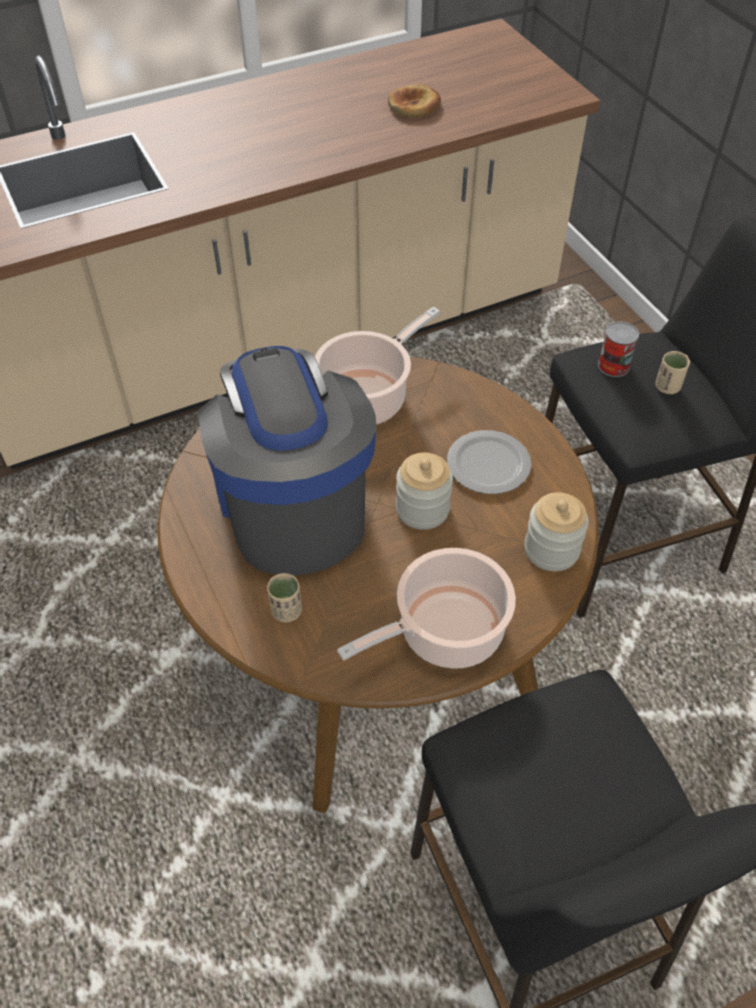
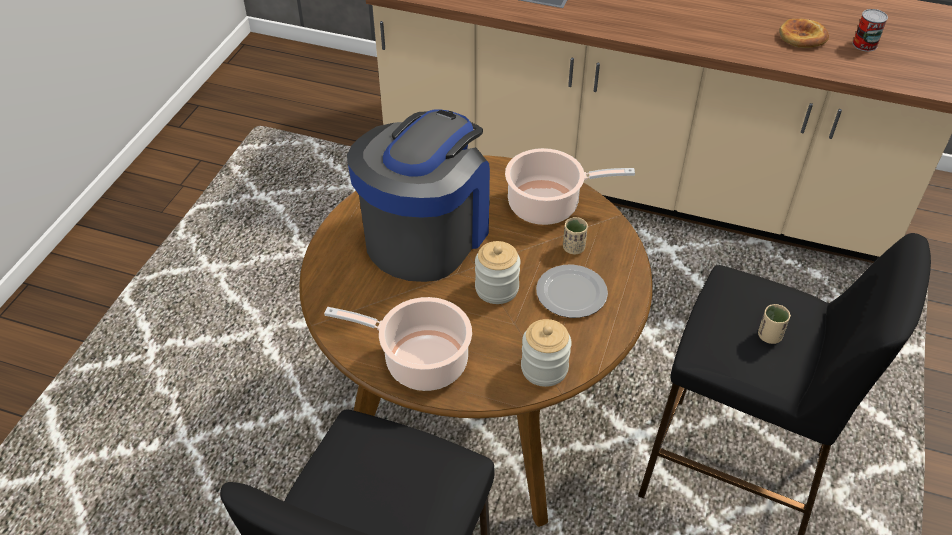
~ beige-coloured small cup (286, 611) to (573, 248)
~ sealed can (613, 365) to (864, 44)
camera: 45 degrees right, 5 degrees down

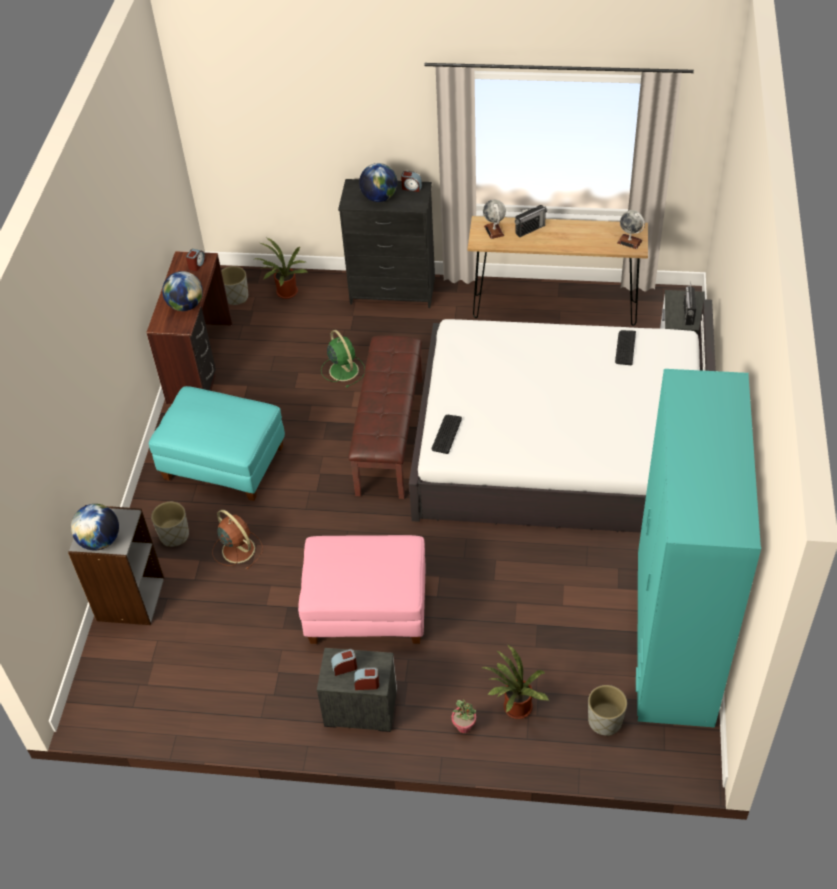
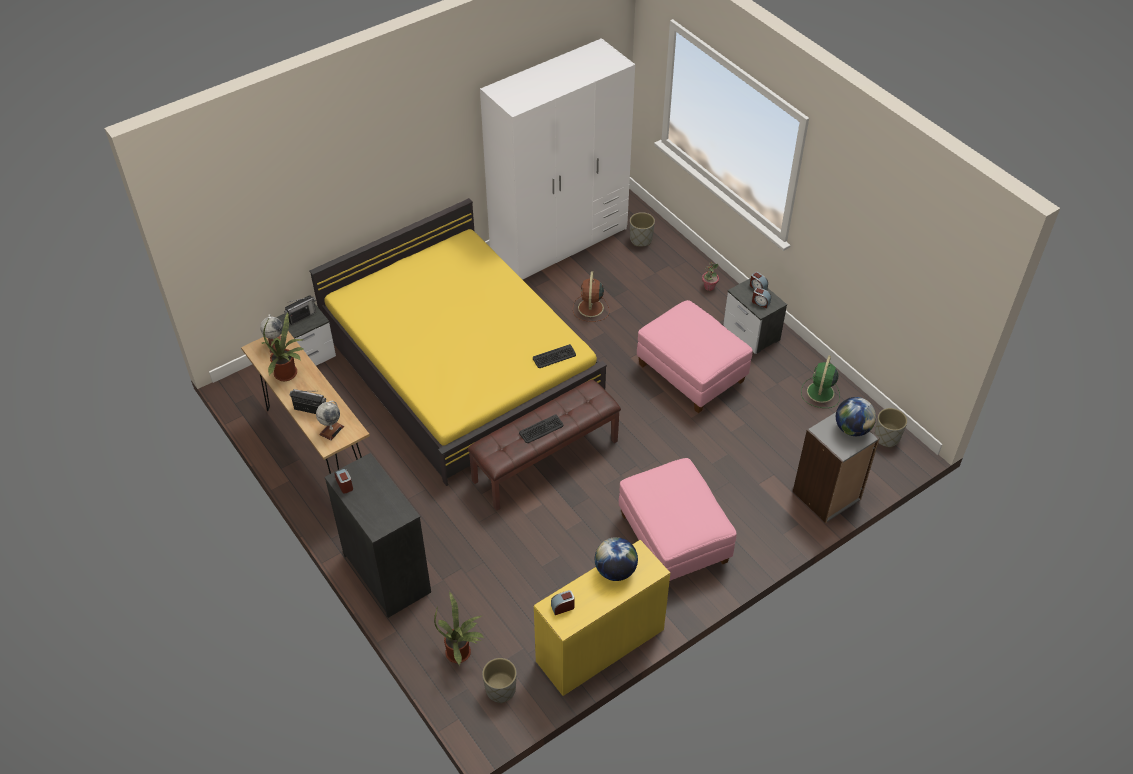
~ plant in a pot (515, 709) to (288, 374)
~ white-coloured bedroom bed (562, 445) to yellowish bedroom bed (460, 365)
~ turquoise-coloured armoire (673, 639) to white-coloured armoire (559, 241)
~ computer keyboard (625, 348) to (541, 429)
~ brownish desk unit (201, 363) to yellowish desk unit (599, 645)
~ brownish cooling fan (237, 549) to (590, 309)
~ turquoise-coloured ottoman (223, 463) to pink ottoman (674, 539)
~ green-coloured cooling fan (343, 369) to (820, 393)
~ greyish flower pot (174, 535) to (886, 438)
- globe (379, 197)
camera: 135 degrees left, 0 degrees up

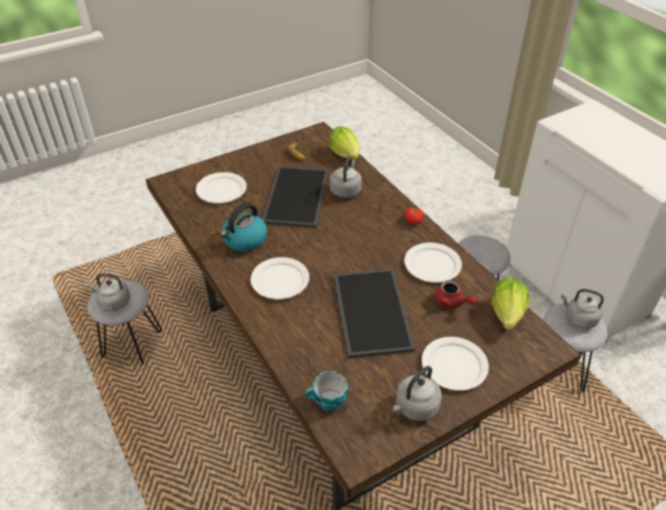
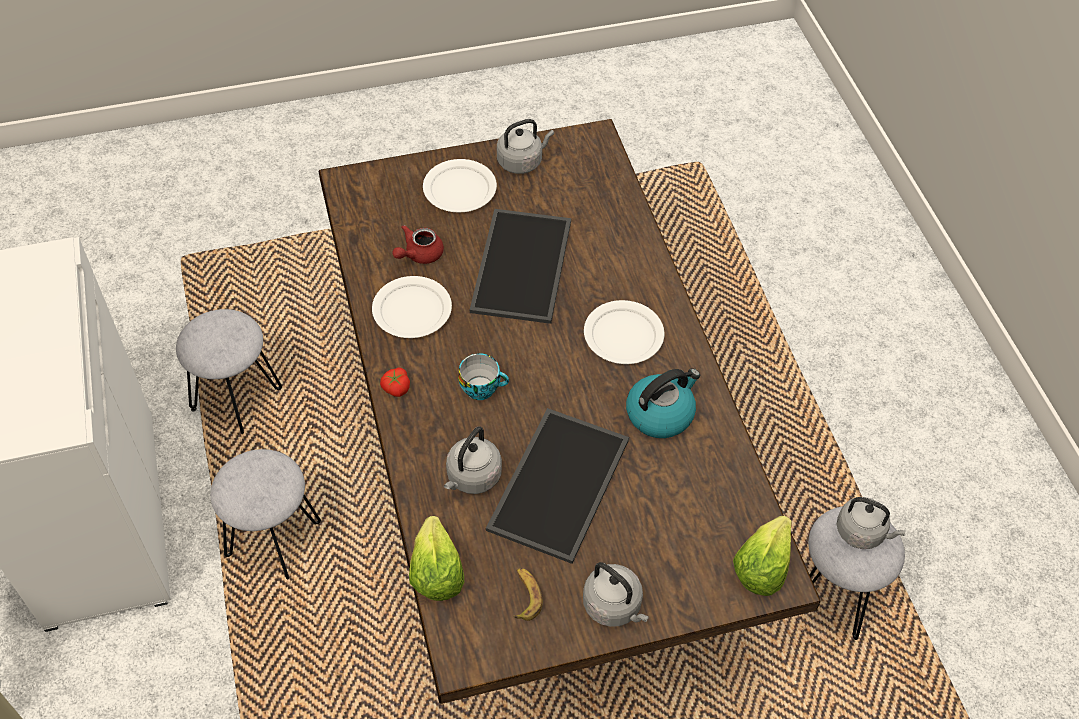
~ red-coloured tea pot (452, 302) = (419, 254) 105 degrees counterclockwise
~ small cup (328, 401) to (482, 388)
~ greyish tea kettle (579, 318) to (614, 606)
~ lettuce (508, 313) to (761, 566)
- white-coloured plate (221, 190)
camera: 165 degrees left, 10 degrees up

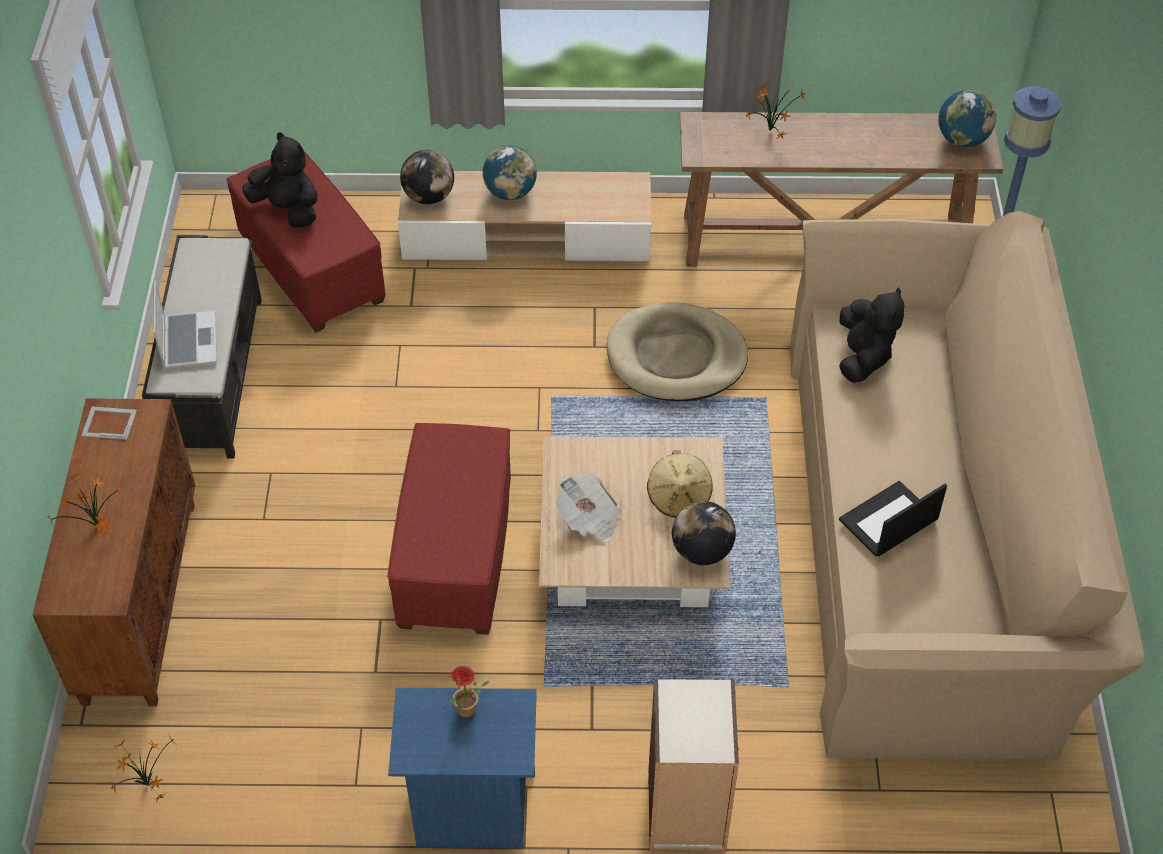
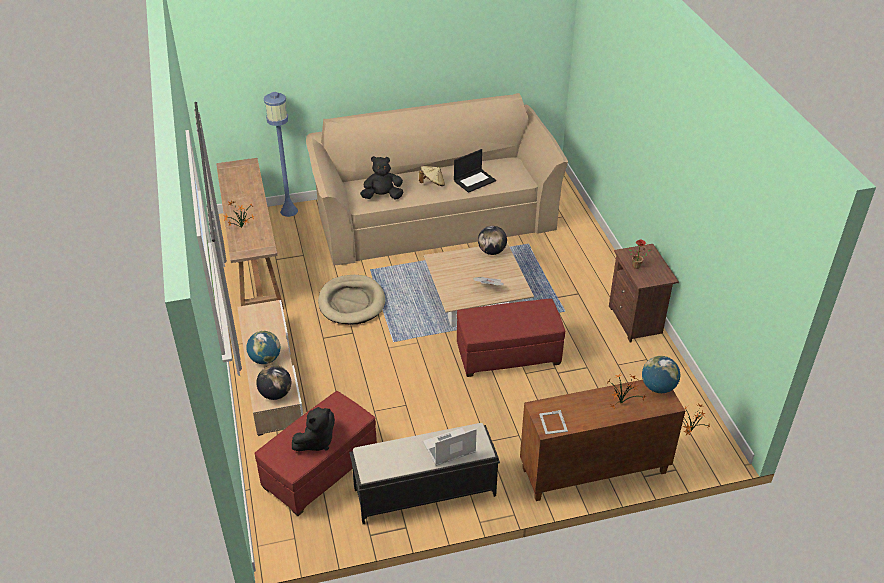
~ black-coloured plush toy (288, 209) = (316, 441) 150 degrees counterclockwise
~ beige-coloured clothing hat (679, 497) to (432, 183)
~ notebook computer (888, 521) = (474, 180) 75 degrees counterclockwise
~ blue-coloured nightstand (470, 811) to brownish nightstand (636, 321)
~ globe (962, 140) to (658, 387)
- bookcase (686, 811)
camera: 105 degrees left, 10 degrees down

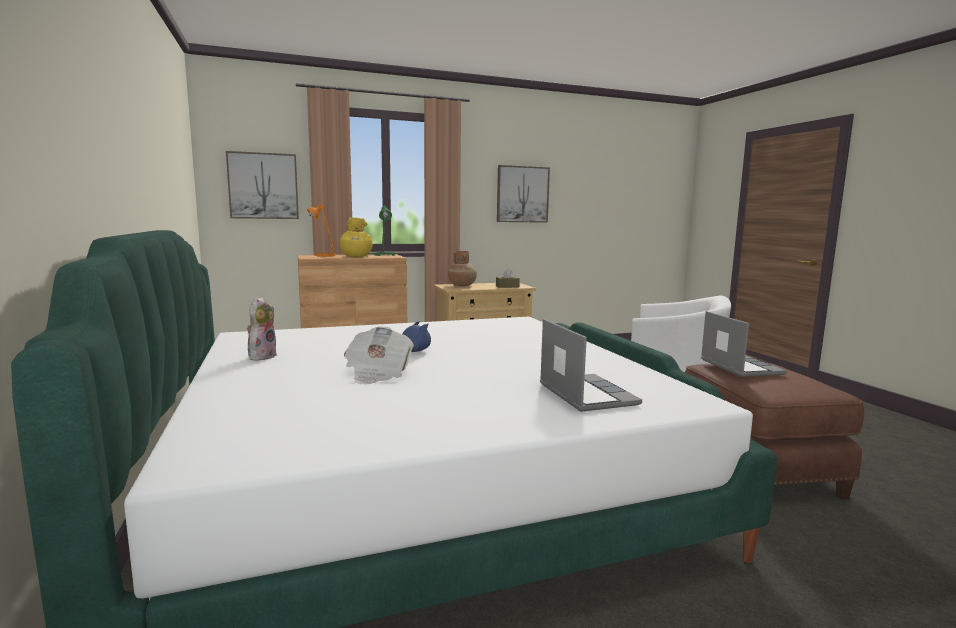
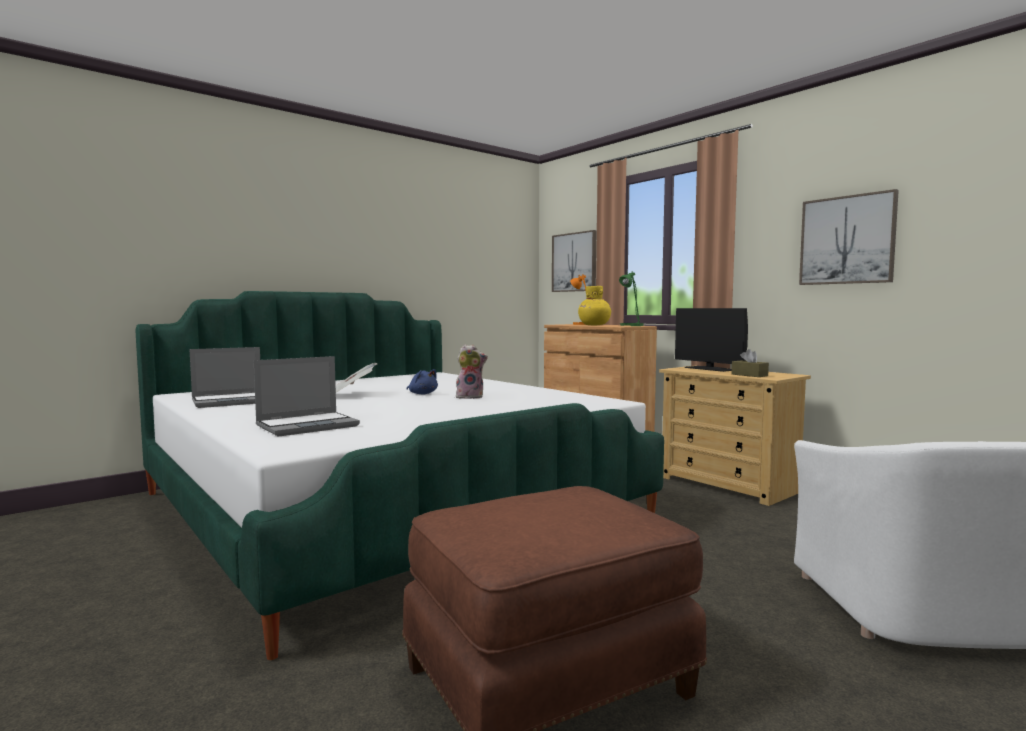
~ notebook computer (739, 366) to (231, 401)
~ plush toy (262, 356) to (470, 397)
~ brownish decorative vase (462, 285) to computer display (709, 369)
camera: 70 degrees right, 5 degrees down

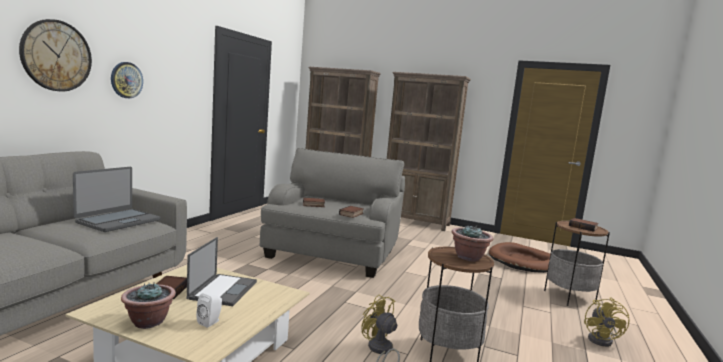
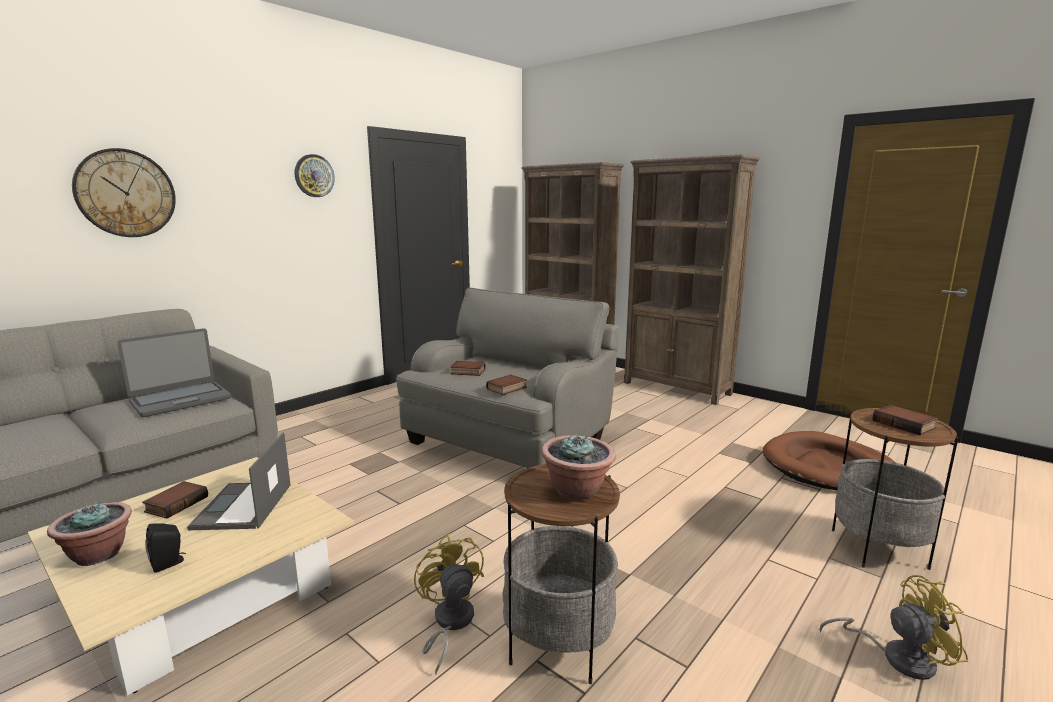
~ white-coloured loudspeaker (210, 322) to black-coloured loudspeaker (169, 563)
~ notebook computer (223, 289) = (243, 507) 150 degrees clockwise
~ hanging clock (126, 80) to (314, 176)
~ yellowish cooling fan (602, 340) = (896, 657) 120 degrees counterclockwise
camera: 20 degrees right, 5 degrees up

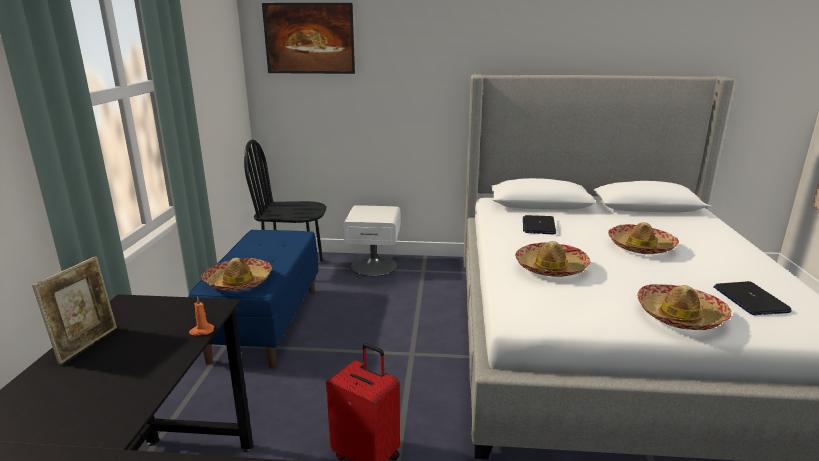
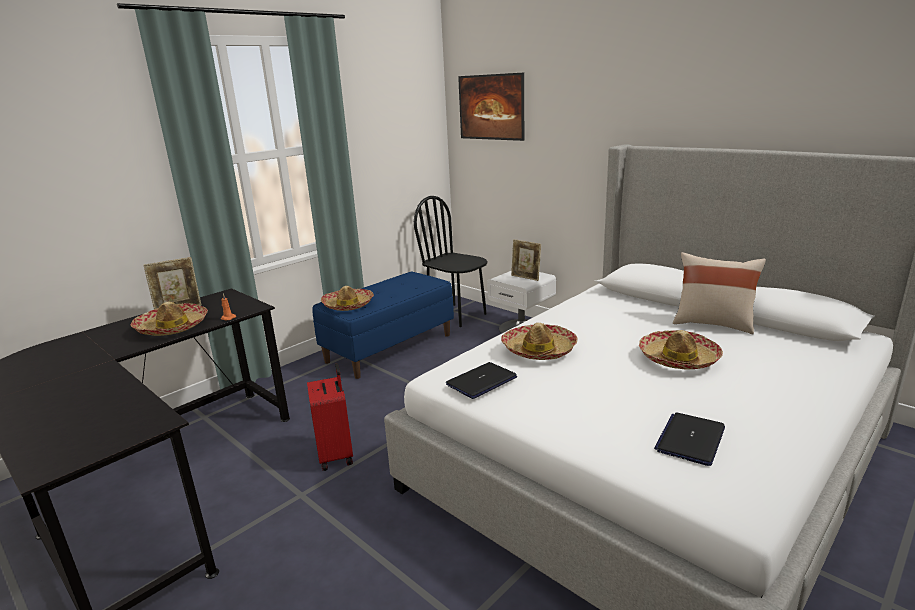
~ clothing hat (680, 316) to (172, 327)
~ notebook computer (538, 226) to (481, 381)
+ photo frame (525, 277)
+ beige-coloured cushion (713, 324)
camera: 40 degrees right, 0 degrees up

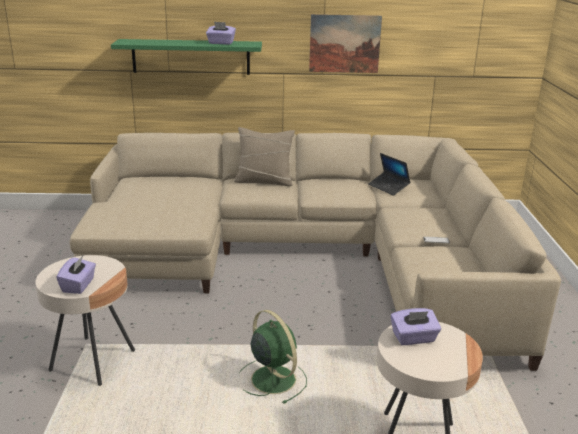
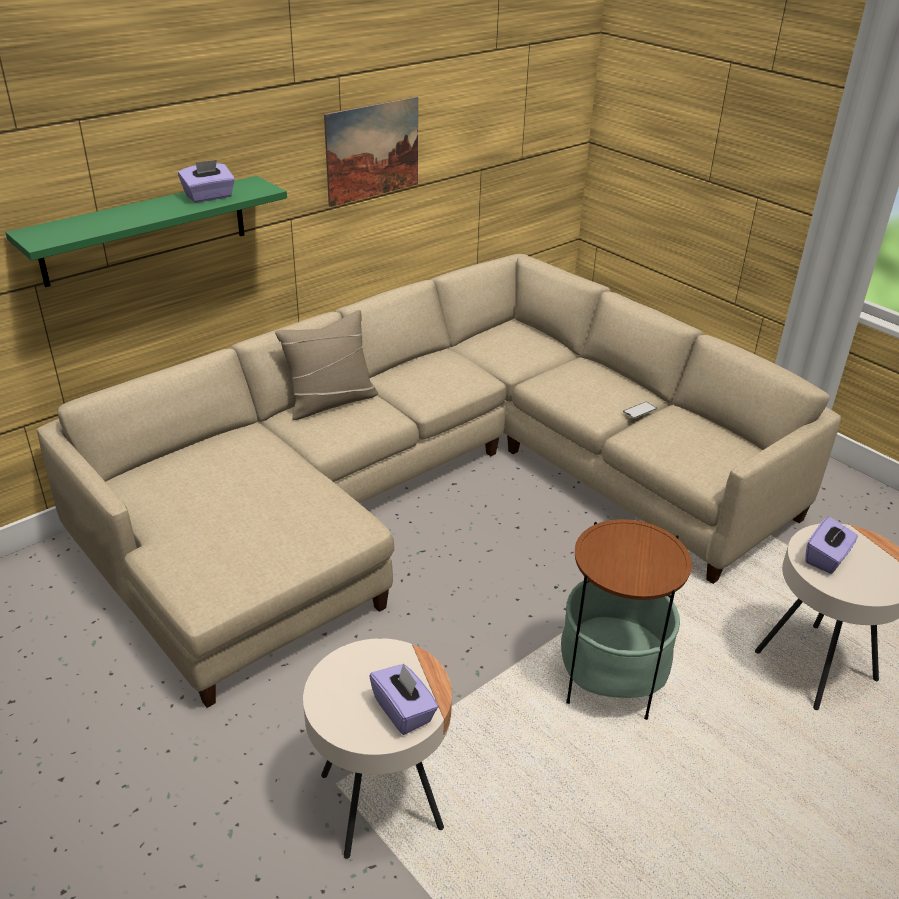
~ green-coloured cooling fan (272, 378) to side table (610, 682)
- notebook computer (388, 187)
camera: 40 degrees left, 10 degrees up

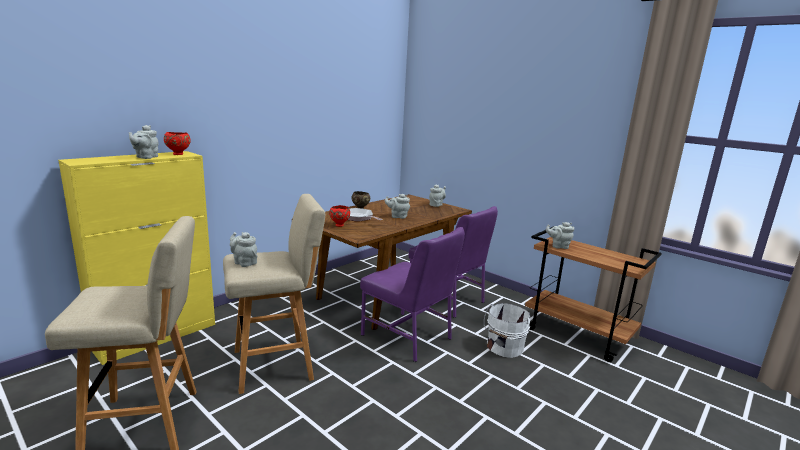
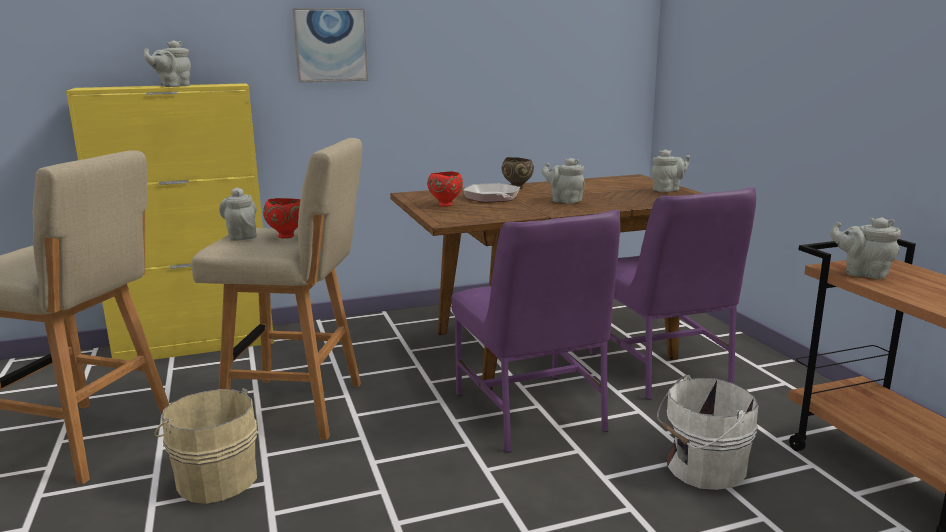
+ beige-coloured water bucket (215, 478)
~ red-coloured serving bowl (178, 154) to (287, 236)
+ wall art (330, 45)
camera: 30 degrees right, 0 degrees up

